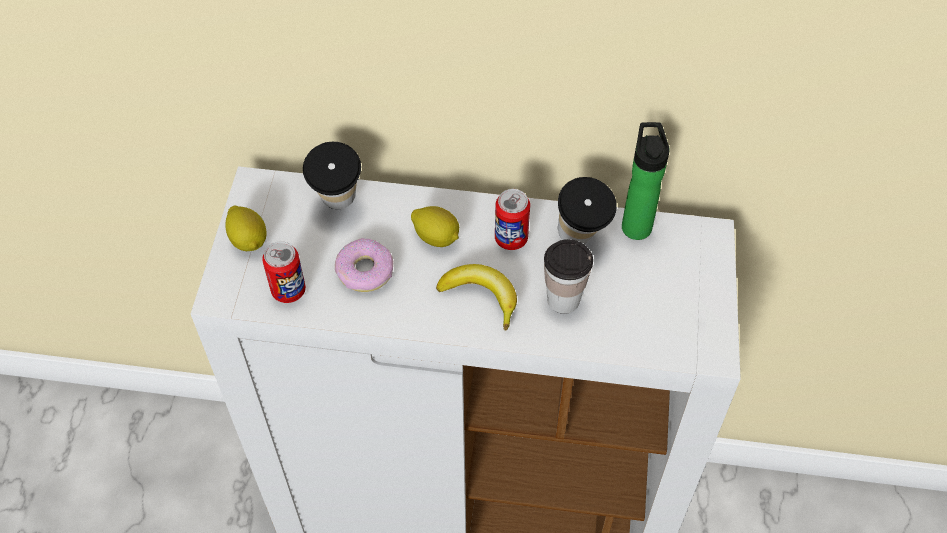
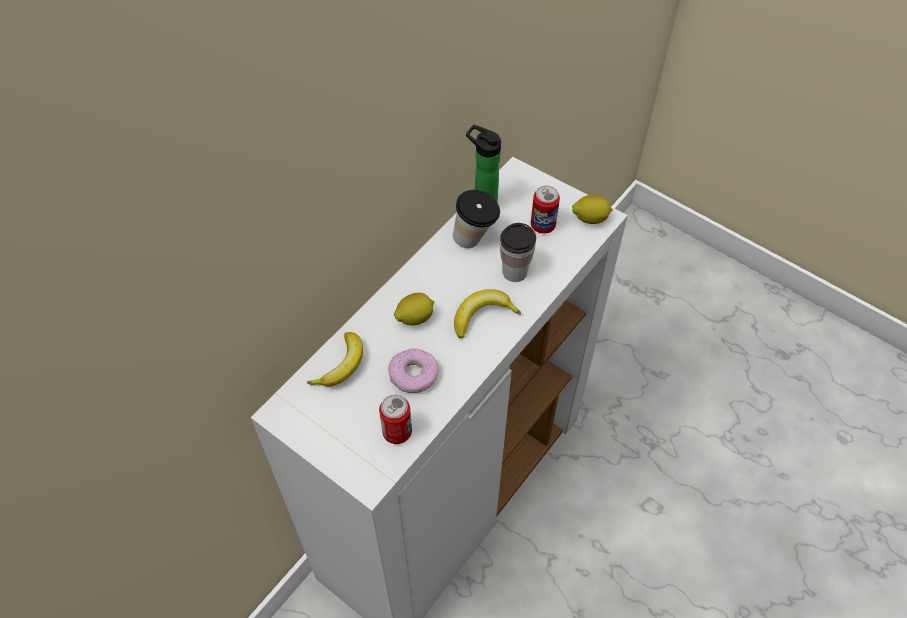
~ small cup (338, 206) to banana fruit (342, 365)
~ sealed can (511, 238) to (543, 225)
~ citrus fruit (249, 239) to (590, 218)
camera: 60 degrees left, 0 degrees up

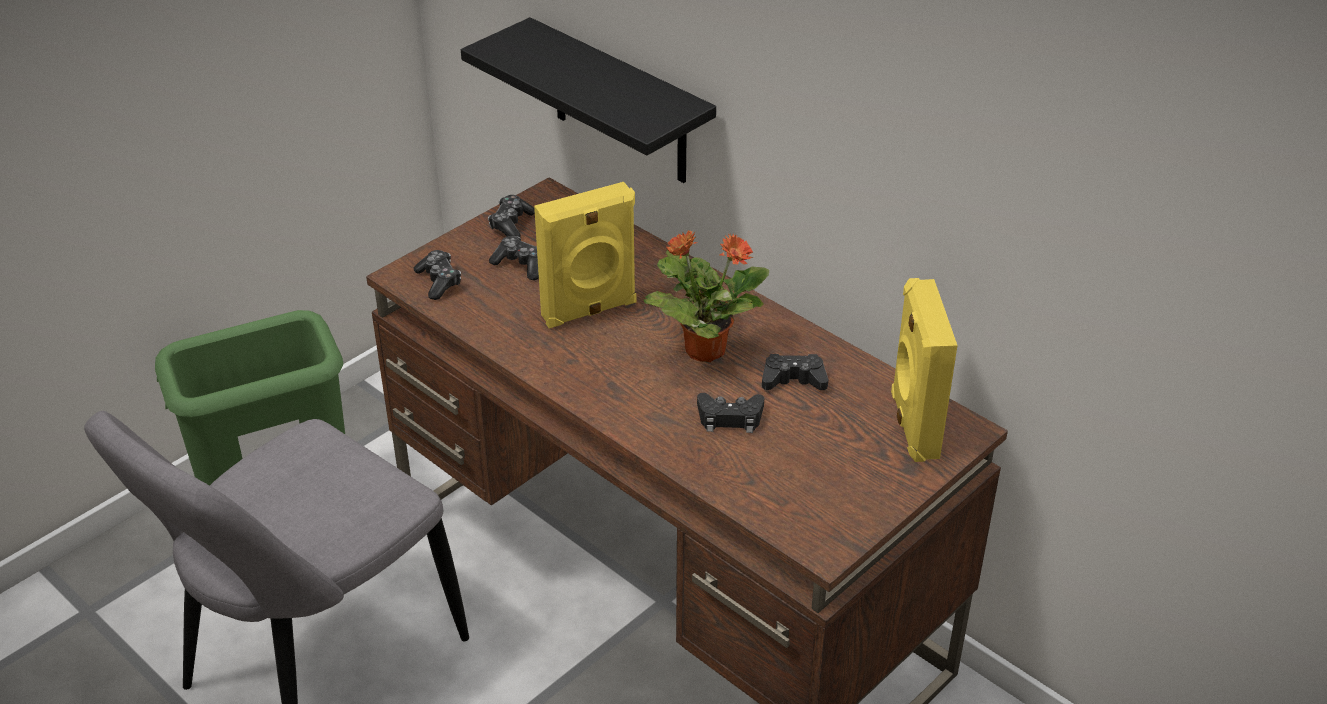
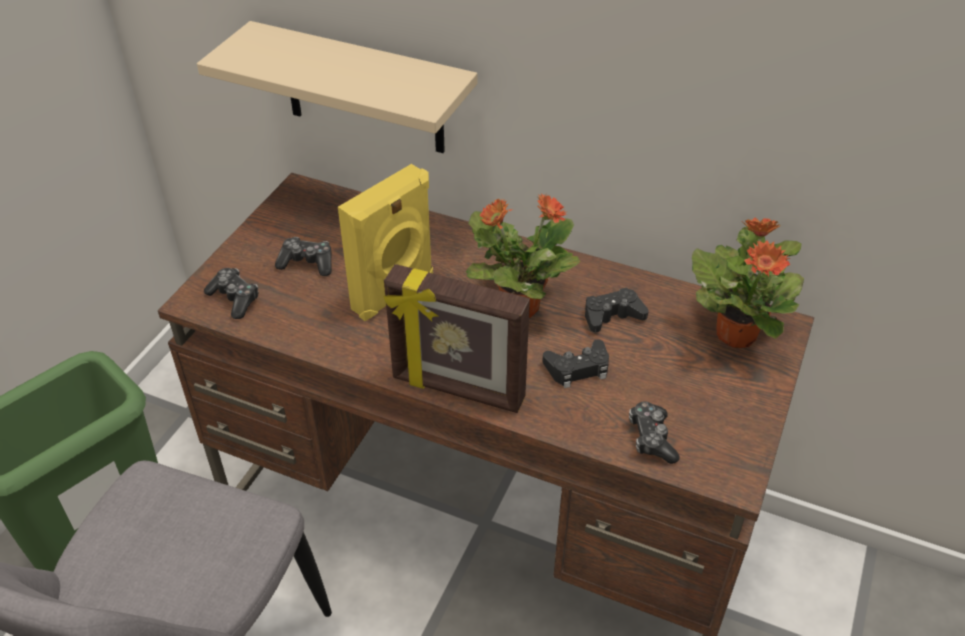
~ black-coloured shelf (620, 104) to beige-coloured shelf (363, 90)
+ photo frame (457, 390)
~ gamepad (511, 224) to (651, 438)
~ yellowish loudspeaker (912, 425) to plant in a pot (736, 333)
camera: 20 degrees left, 5 degrees up

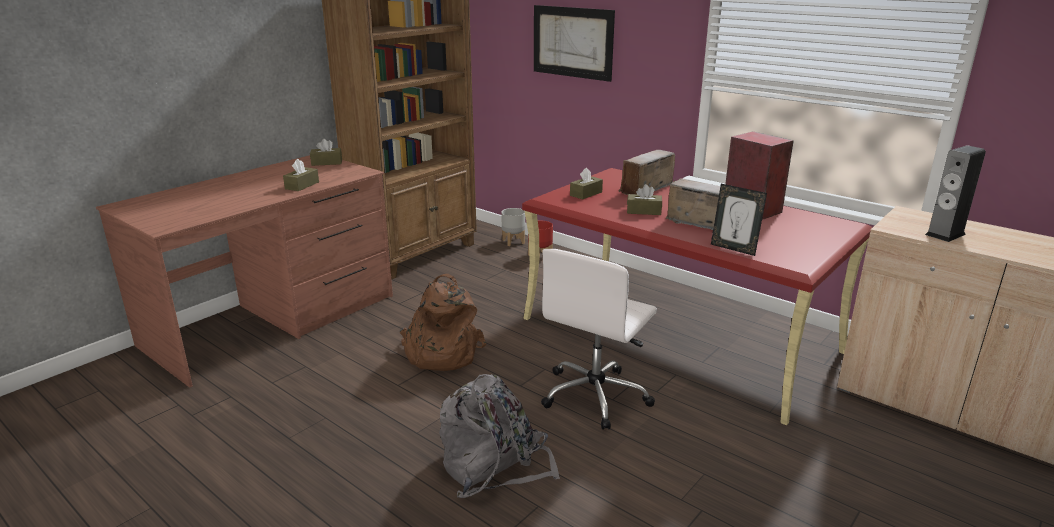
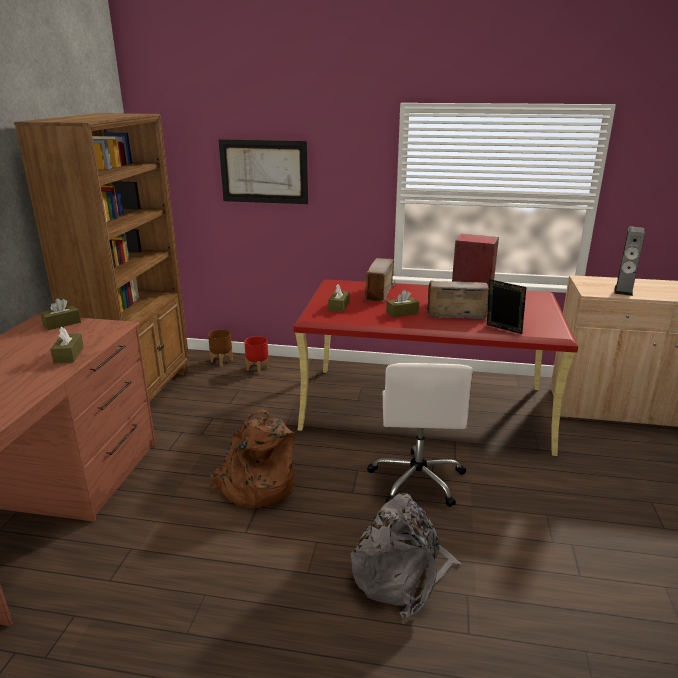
~ greyish flower pot (513, 242) to brownish flower pot (221, 361)
~ photo frame (734, 248) = (502, 330) 150 degrees counterclockwise
camera: 30 degrees left, 0 degrees up

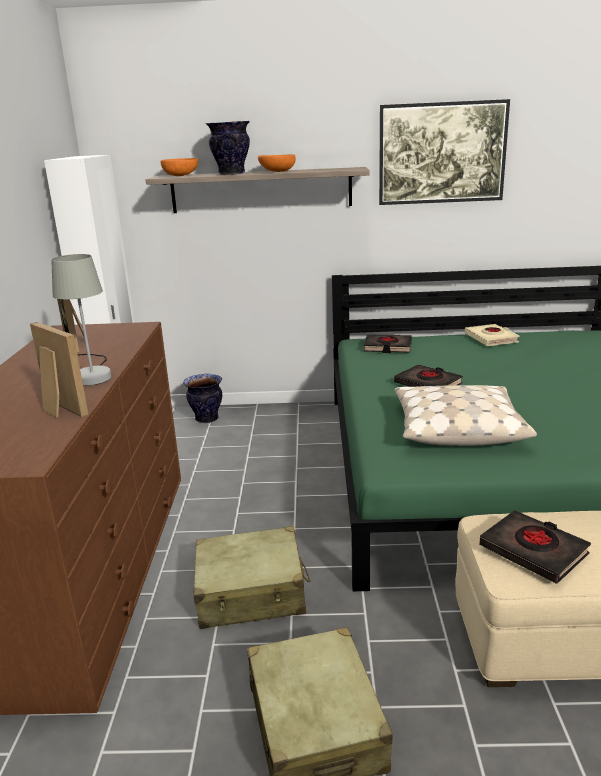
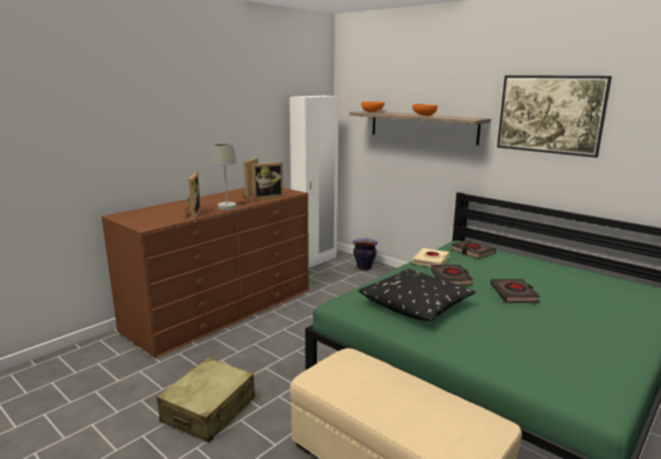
+ photo frame (267, 197)
~ beige-coloured cushion (457, 428) to black-coloured cushion (416, 304)
~ beige-coloured volume (491, 338) to (431, 261)
~ black-coloured volume (533, 551) to (513, 294)
- beige-coloured travel case (251, 593)
- decorative vase (231, 174)
camera: 40 degrees right, 5 degrees down

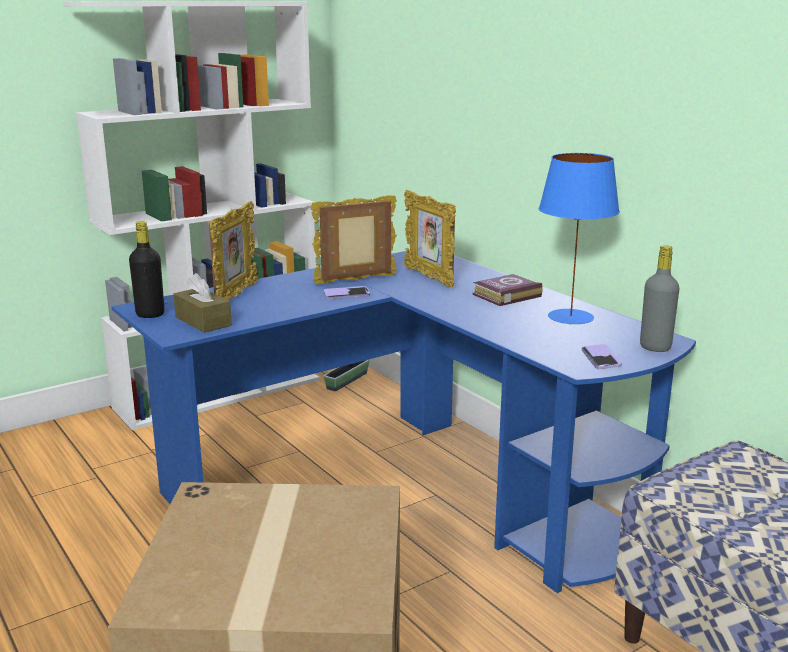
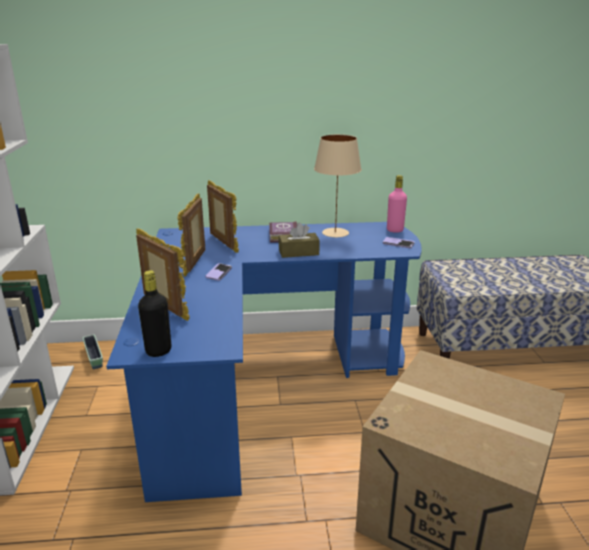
~ photo frame (429, 278) = (223, 244) 120 degrees counterclockwise
~ brownish tissue box (203, 321) to (298, 252)
~ blue-coloured tabletop lamp (571, 317) to beige-coloured tabletop lamp (335, 232)
~ greyish drink bottle (655, 347) to pink drink bottle (395, 230)
camera: 60 degrees left, 5 degrees up

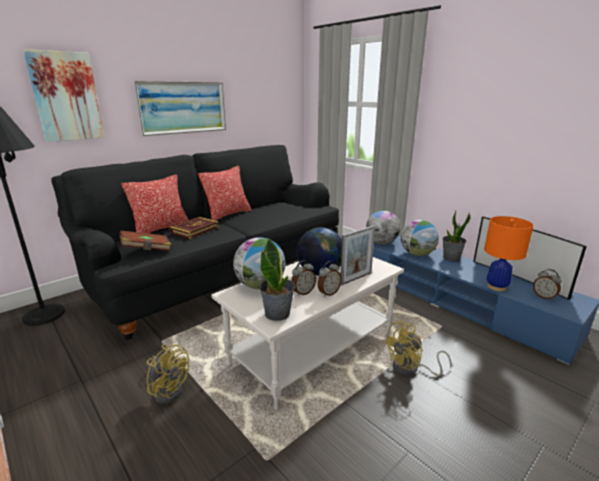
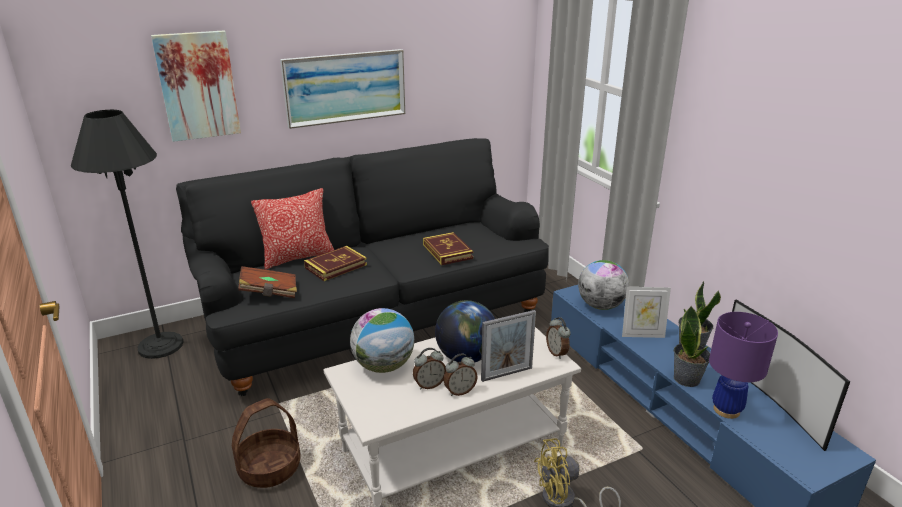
~ yellowish cooling fan (169, 389) to basket (270, 468)
+ volume (447, 251)
~ table clock (544, 297) to (557, 353)
~ globe (417, 254) to photo frame (642, 334)
~ plant in a pot (278, 313) to (687, 379)
~ orangey tabletop lamp (496, 287) to purple tabletop lamp (726, 410)
- cushion (228, 214)
camera: 15 degrees right, 5 degrees up

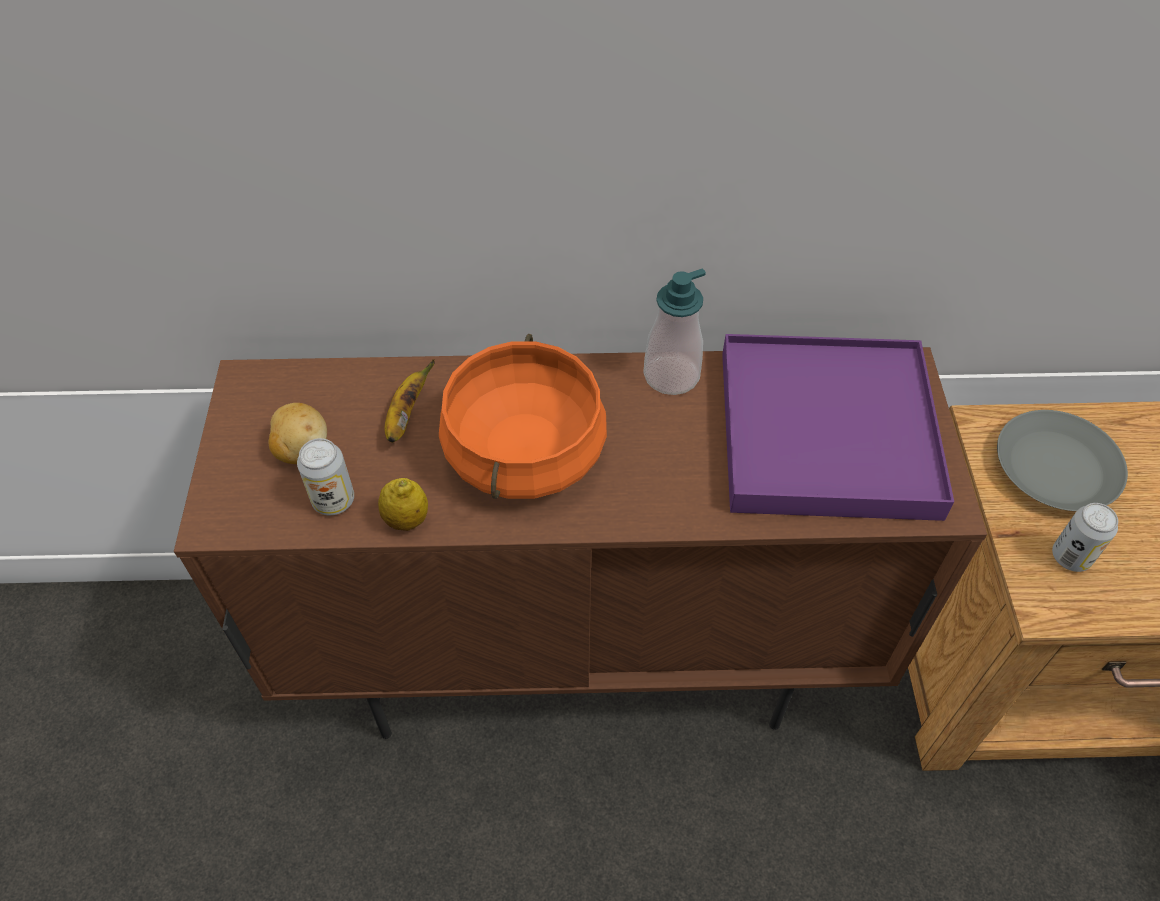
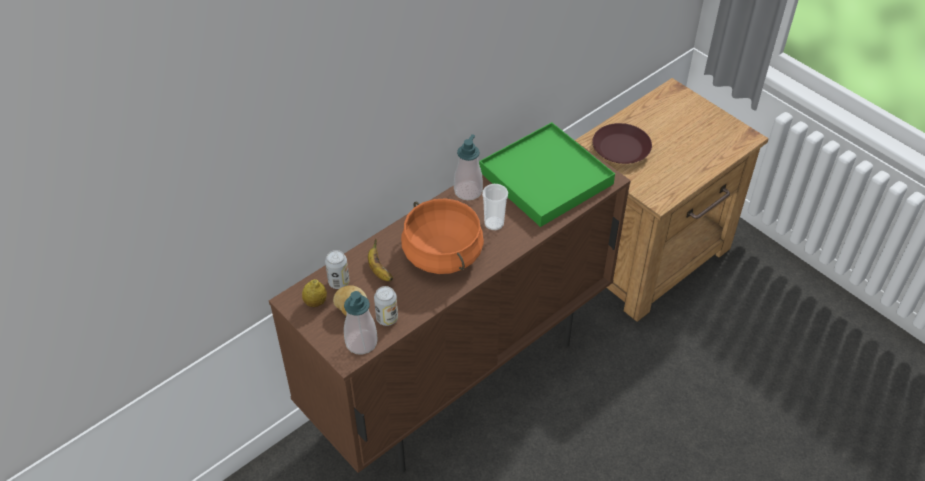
~ citrus fruit (406, 519) to (315, 302)
~ sealed can (1070, 557) to (339, 282)
+ liquid soap bottle (361, 342)
~ purple tray (825, 432) to green-coloured tray (545, 178)
+ small cup (494, 223)
~ greyish plate (1054, 469) to brownish plate (621, 149)
camera: 40 degrees left, 5 degrees down

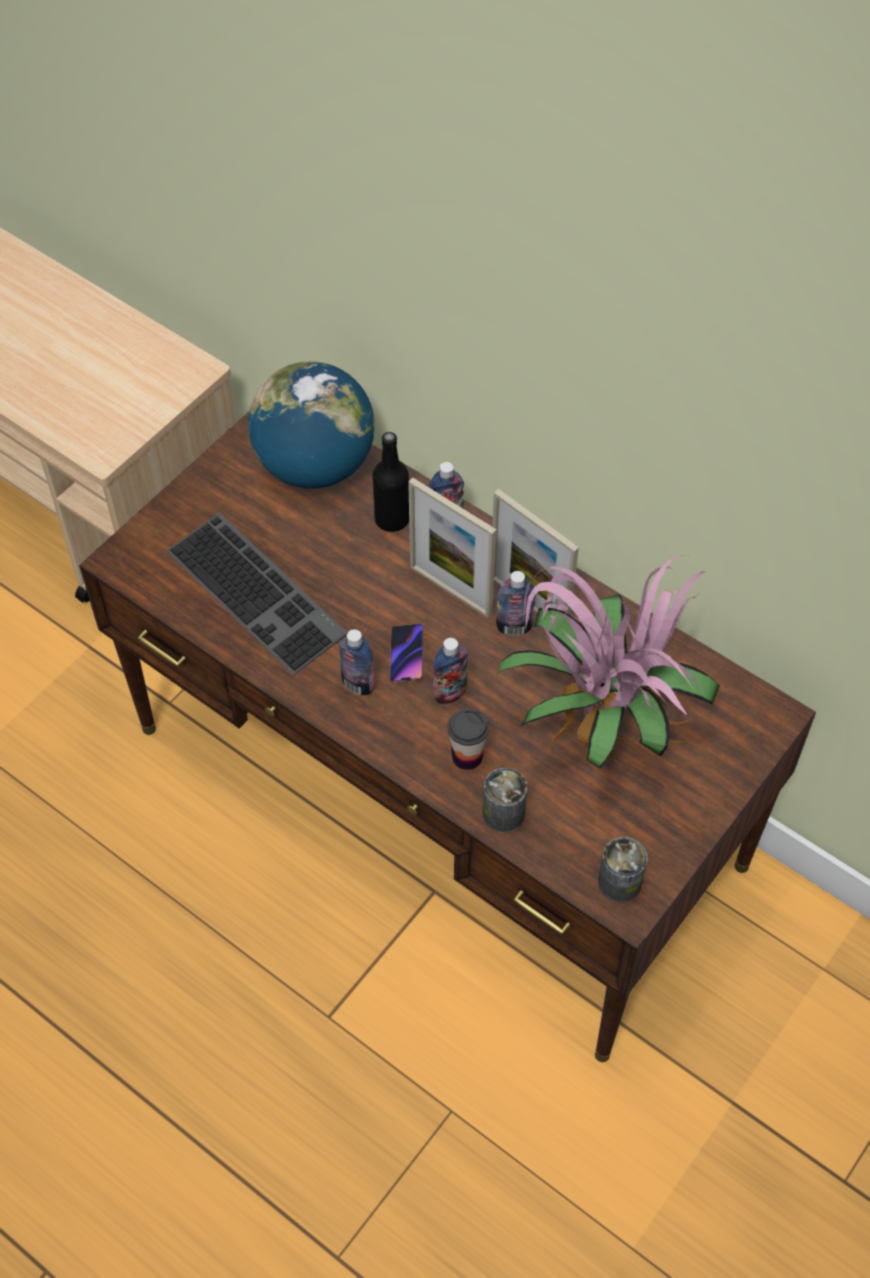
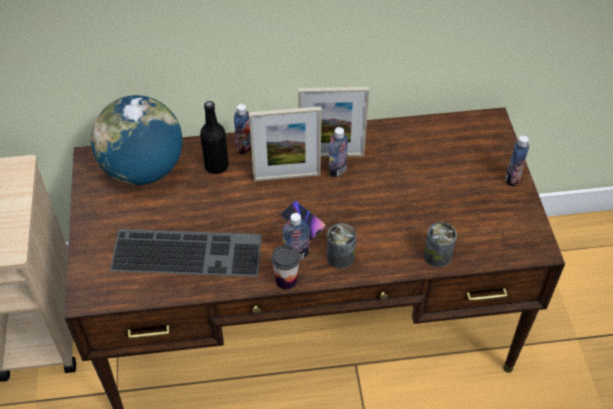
~ small cup (467, 756) to (286, 280)
~ sealed can (619, 882) to (340, 257)
~ drink bottle (450, 693) to (512, 178)
- plant in a pot (598, 725)
camera: 45 degrees left, 5 degrees down

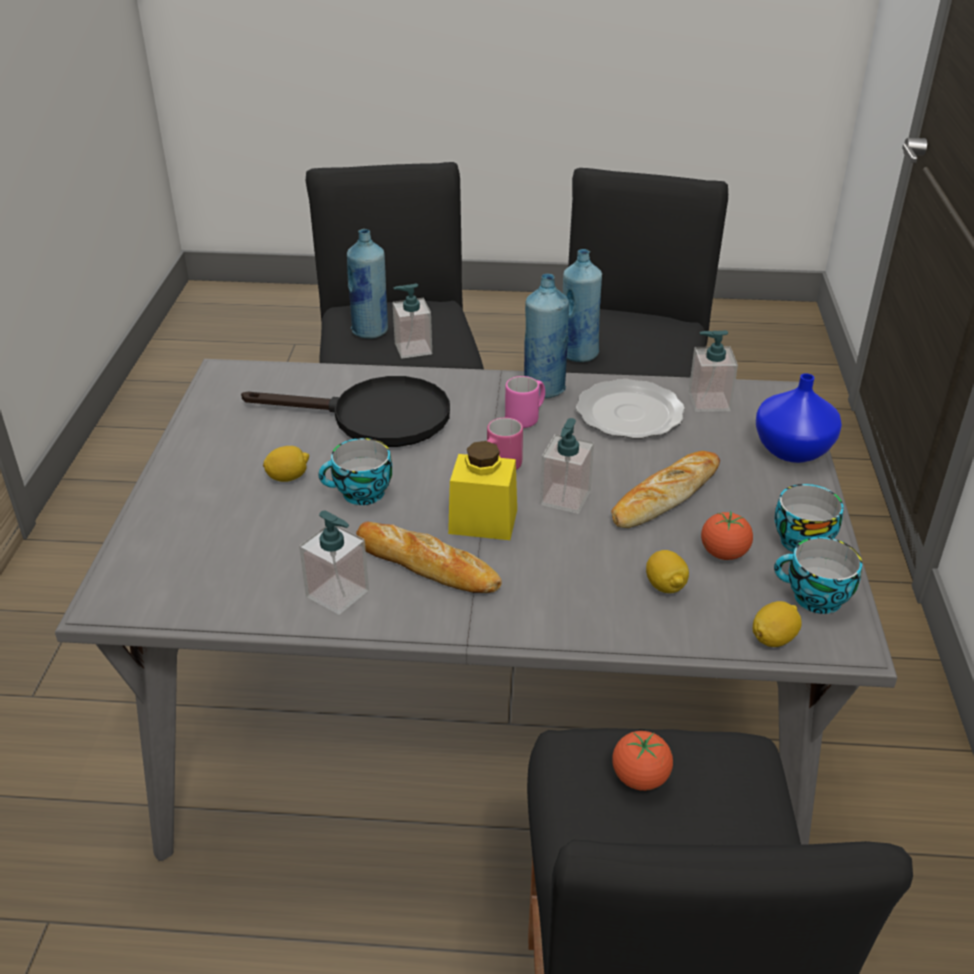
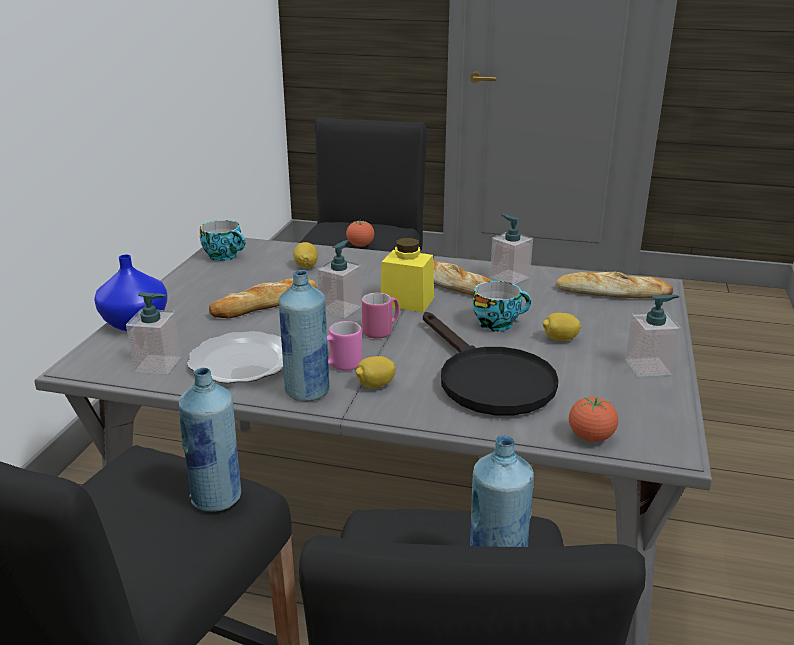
~ citrus fruit (773, 638) to (375, 385)
~ black-coloured skillet (374, 418) = (487, 379) 135 degrees counterclockwise
+ baked bread (612, 292)
~ fresh tomato (724, 553) to (590, 437)
~ liquid soap bottle (413, 349) to (648, 367)
- small cup (802, 539)
camera: 170 degrees left, 10 degrees down

